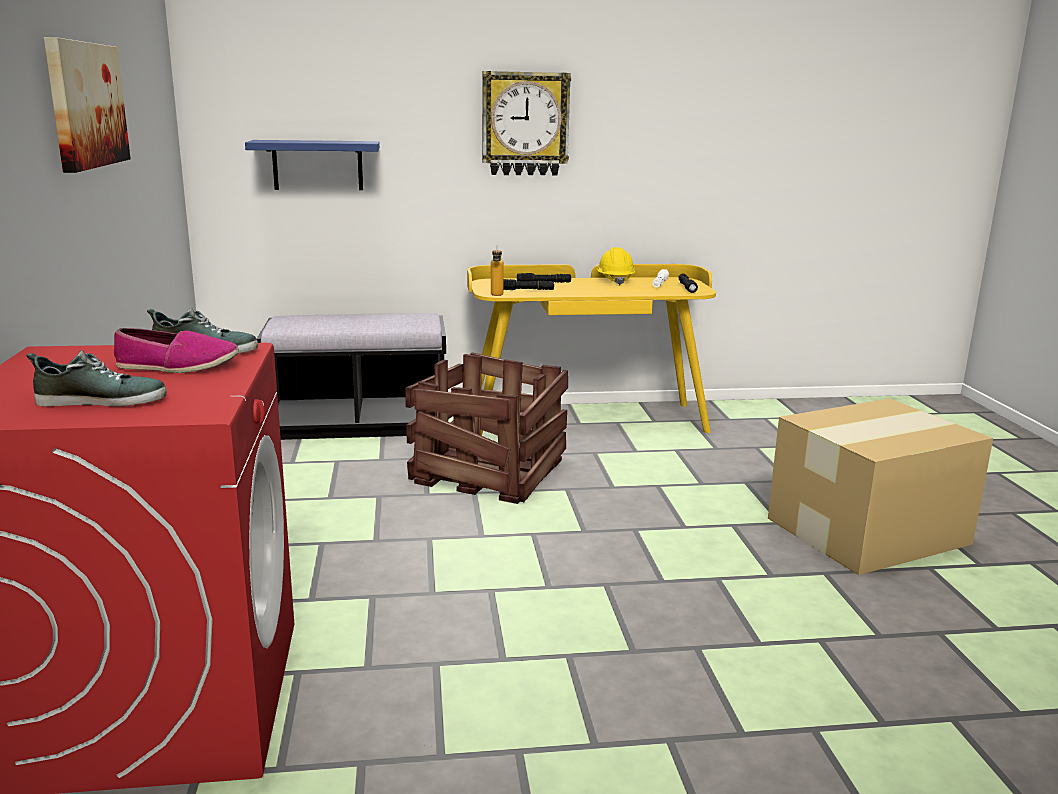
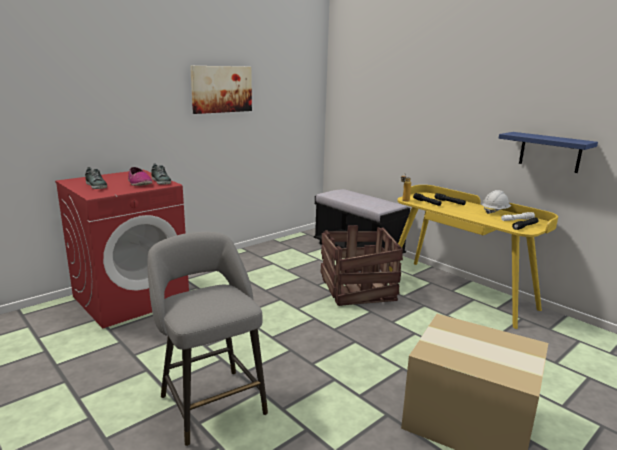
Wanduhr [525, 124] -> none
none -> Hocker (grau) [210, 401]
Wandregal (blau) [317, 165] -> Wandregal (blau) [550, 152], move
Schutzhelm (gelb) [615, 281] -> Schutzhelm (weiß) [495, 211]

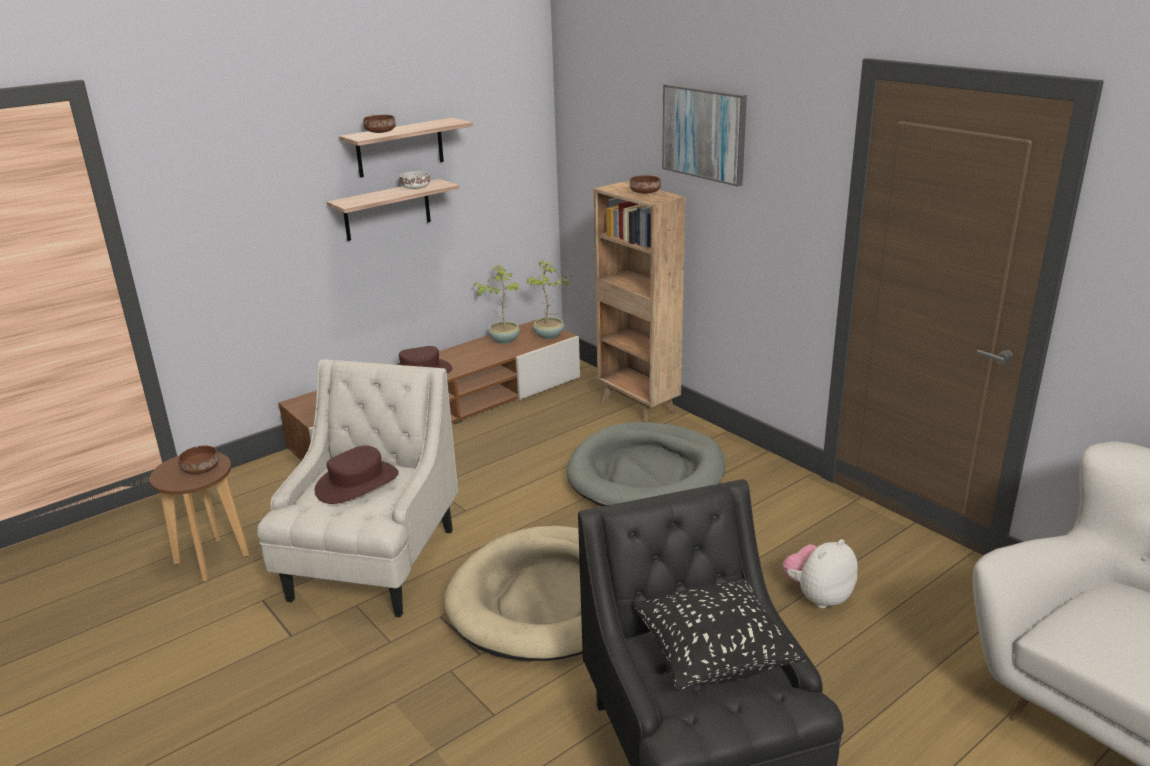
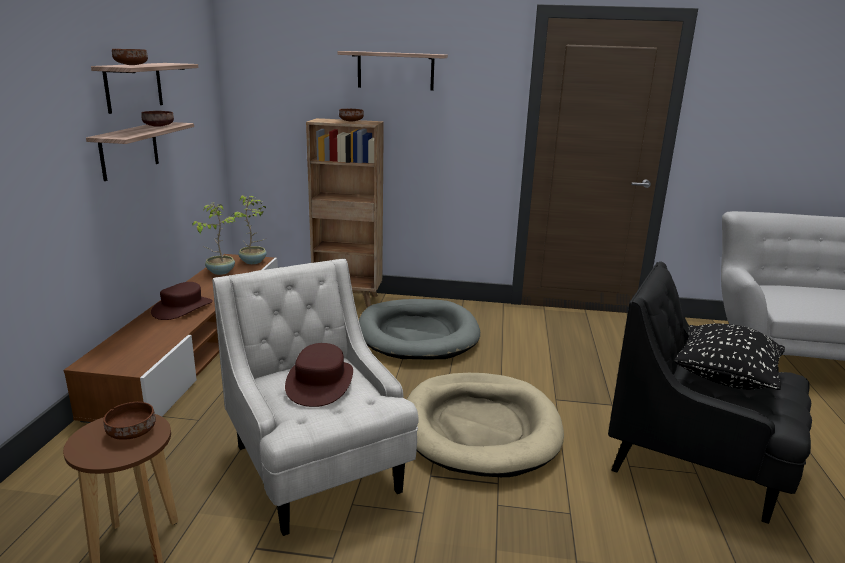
Plüschtier [818, 596] -> none
Bild [704, 133] -> Wandregal [395, 71]
Schüssel (weiß) [416, 188] -> Schüssel (braun) [158, 126]

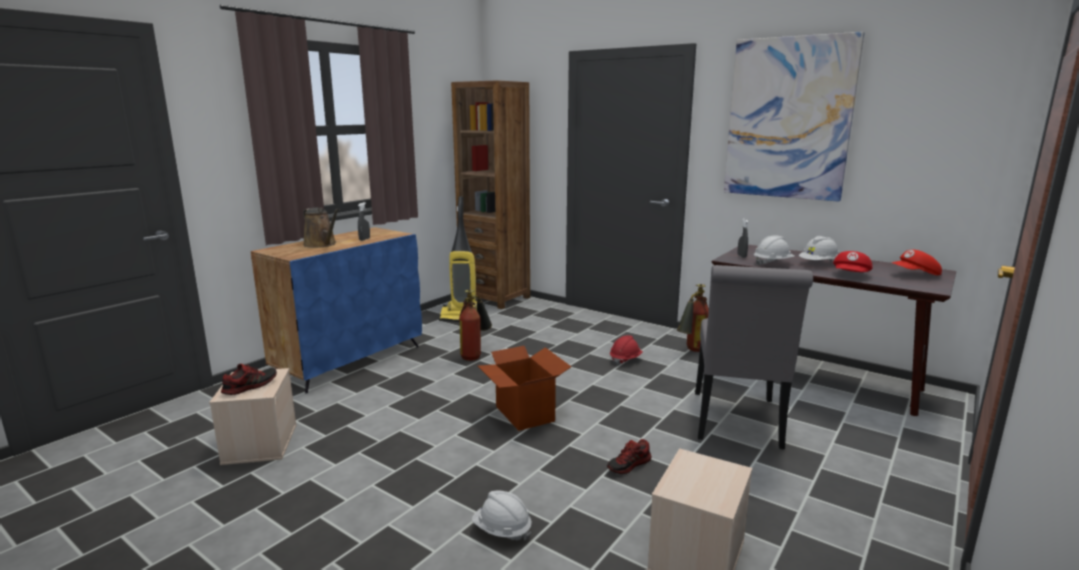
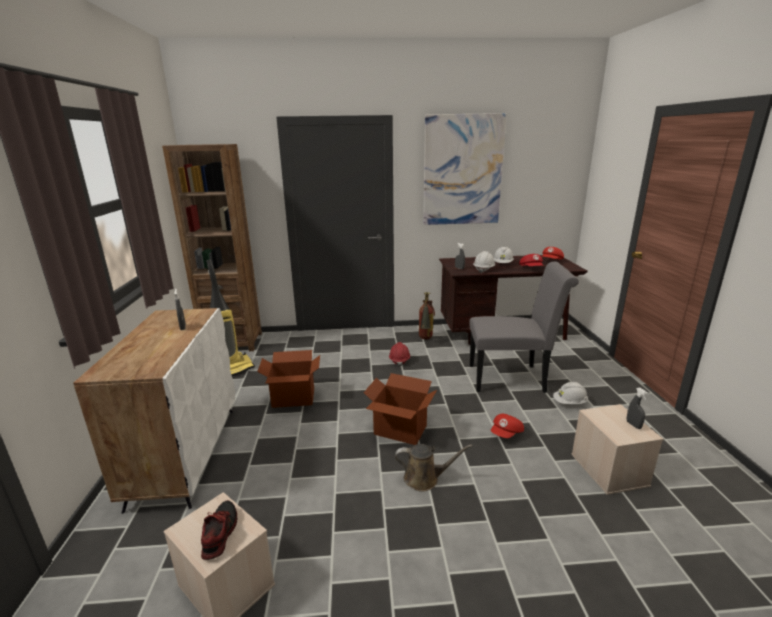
none -> Sprühflasche (grau) [633, 425]
Gießkanne (braun) [321, 244] -> Gießkanne (braun) [425, 478], move
Schutzhelm (weiß) [502, 530] -> Schutzhelm (weiß) [569, 403], move
Feuerlöscher [475, 354] -> Karton [293, 398]
Schuh [629, 465] -> Kappe (rot) [506, 434]
Schrank (blau) [350, 360] -> Schrank (weiß) [185, 454]
Stuhl (grau) [736, 423] -> Stuhl (grau) [512, 378], 60 degrees counterclockwise

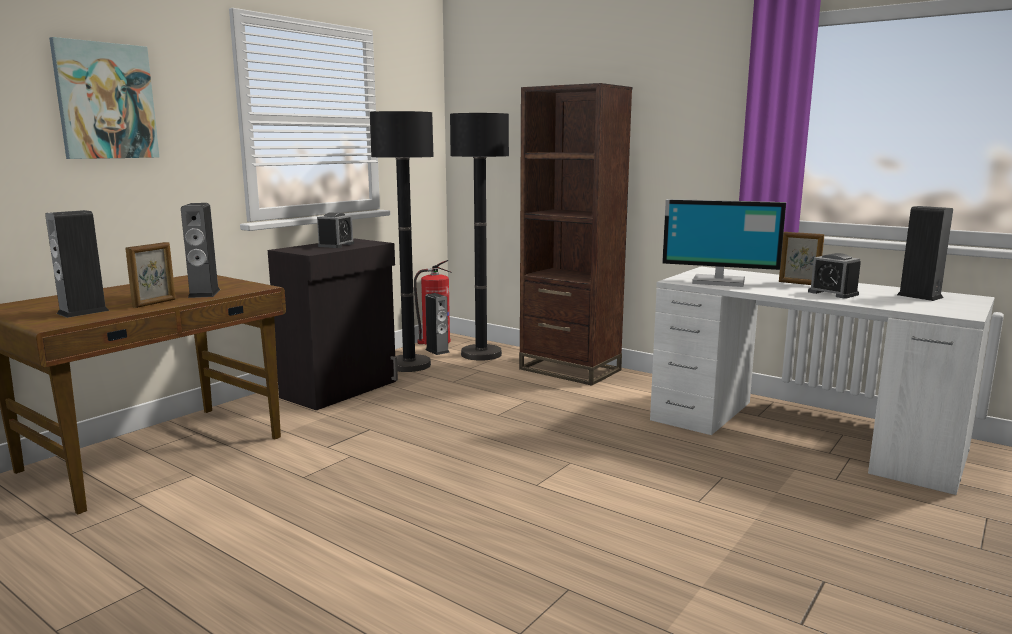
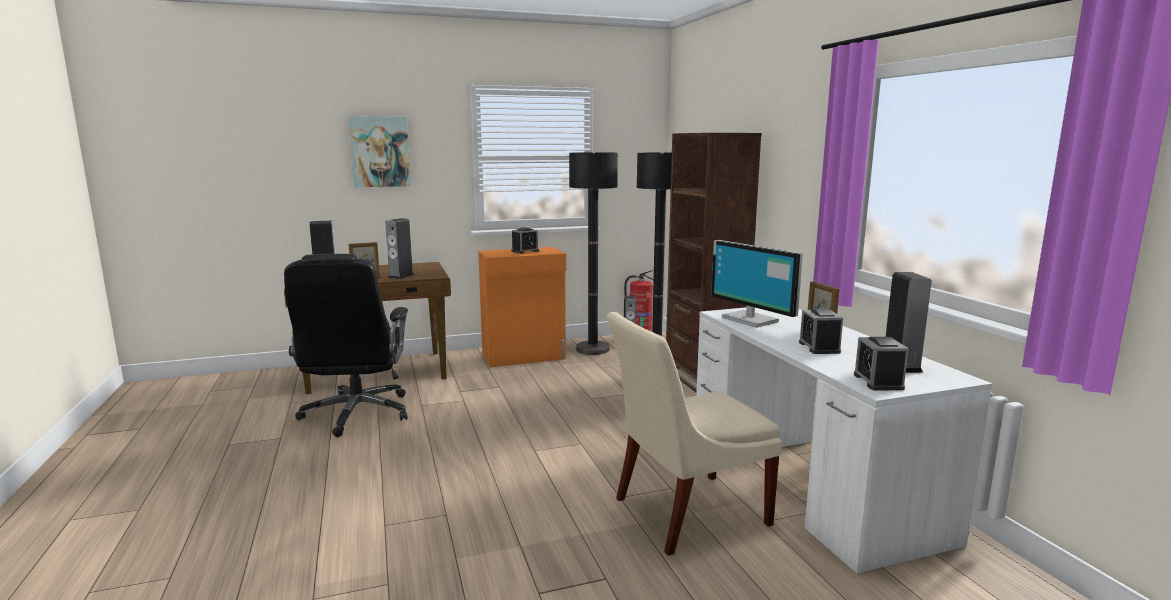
none -> Bürostuhl (schwarz) [356, 414]
none -> Stuhl (beige) [684, 512]
none -> Wecker [878, 381]
Schrank (schwarz) [341, 389] -> Schrank (orange) [524, 357]

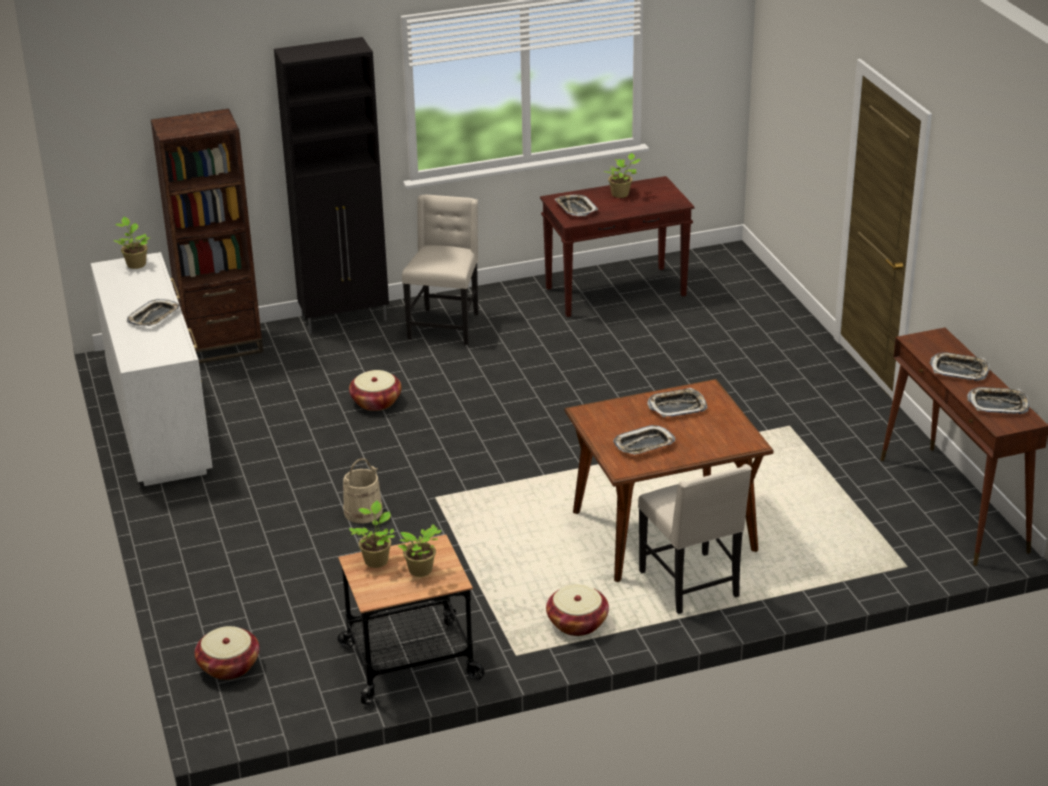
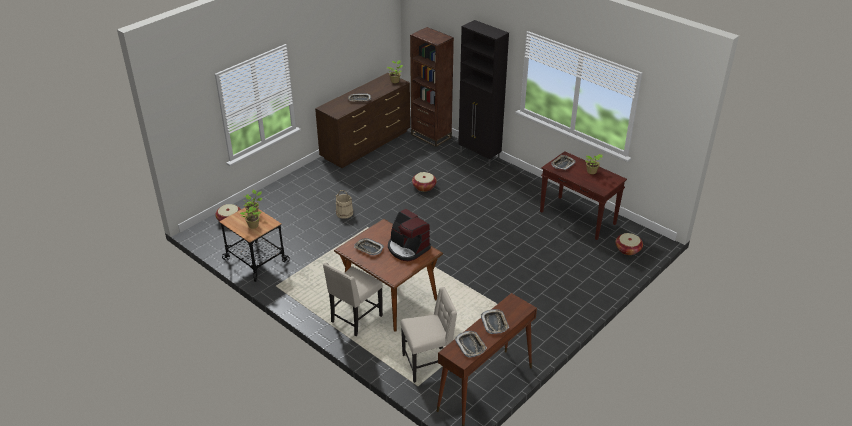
Stuhl (beige) [445, 326] -> Stuhl (beige) [428, 363], move
Korb [577, 623] -> Korb [628, 249], move
Tablett [677, 407] -> Kaffeemaschine [407, 248]
Kommode (weiß) [159, 423] -> Kommode (braun) [366, 144]

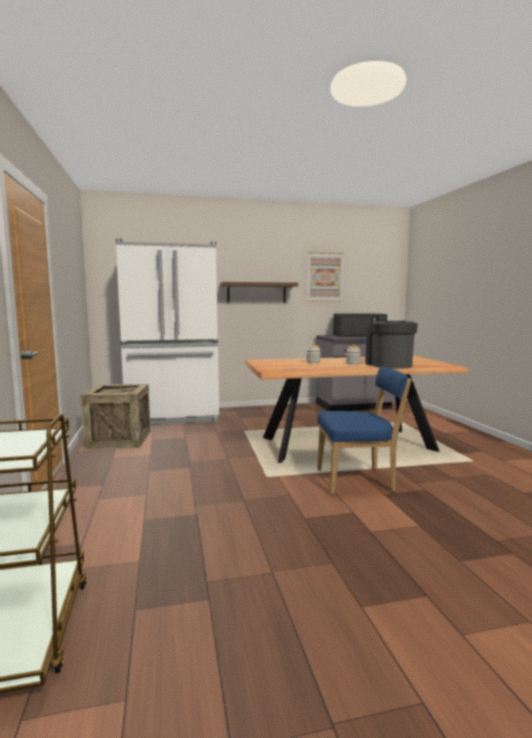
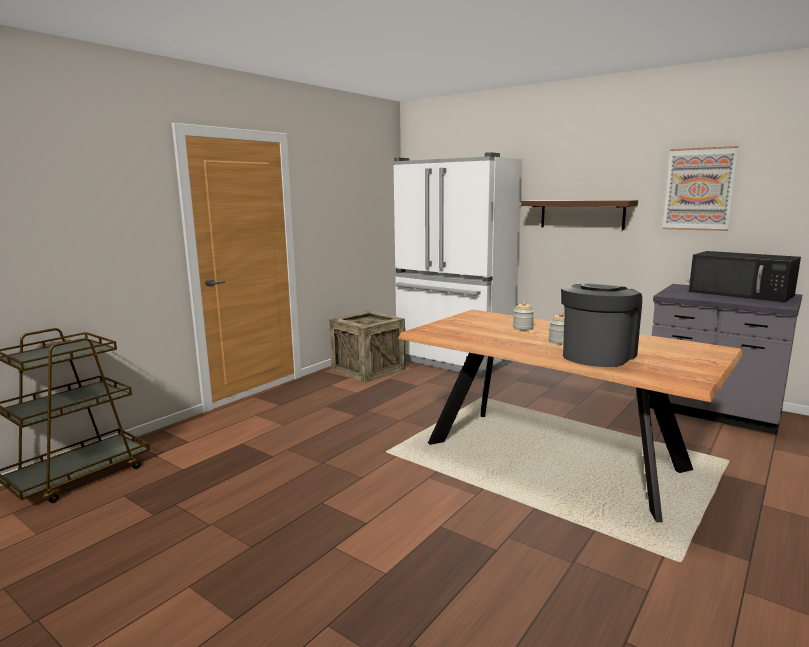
Stuhl (blau) [359, 480] -> none

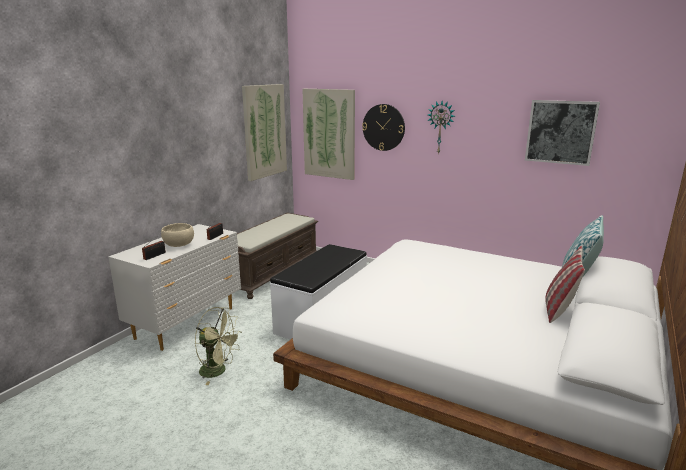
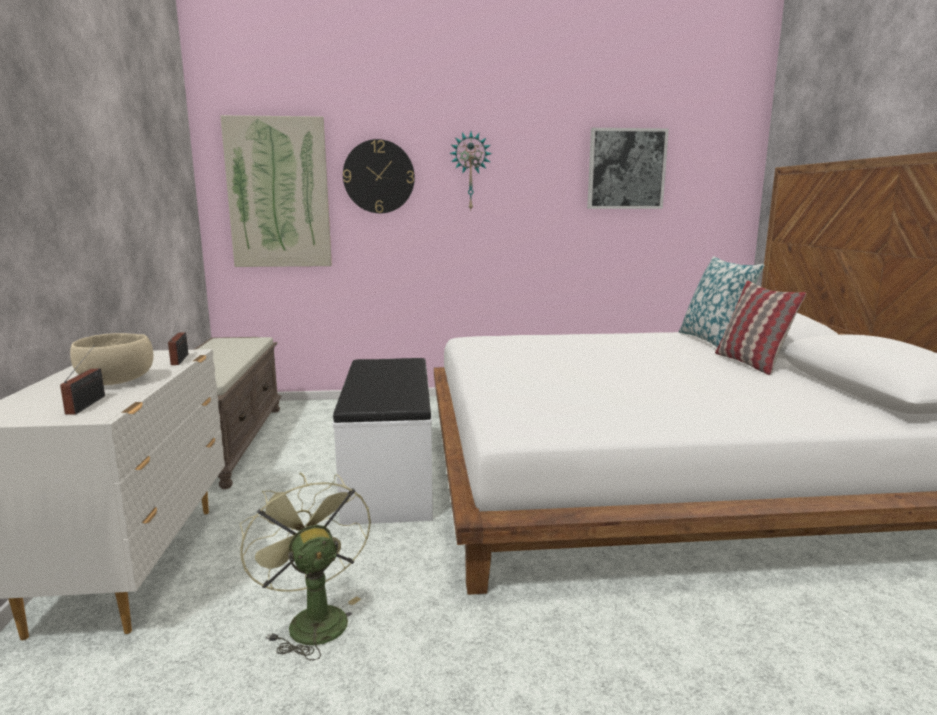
Bild [264, 131] -> none
Ventilator (grün) [218, 371] -> Ventilator (grün) [312, 619], 105 degrees counterclockwise

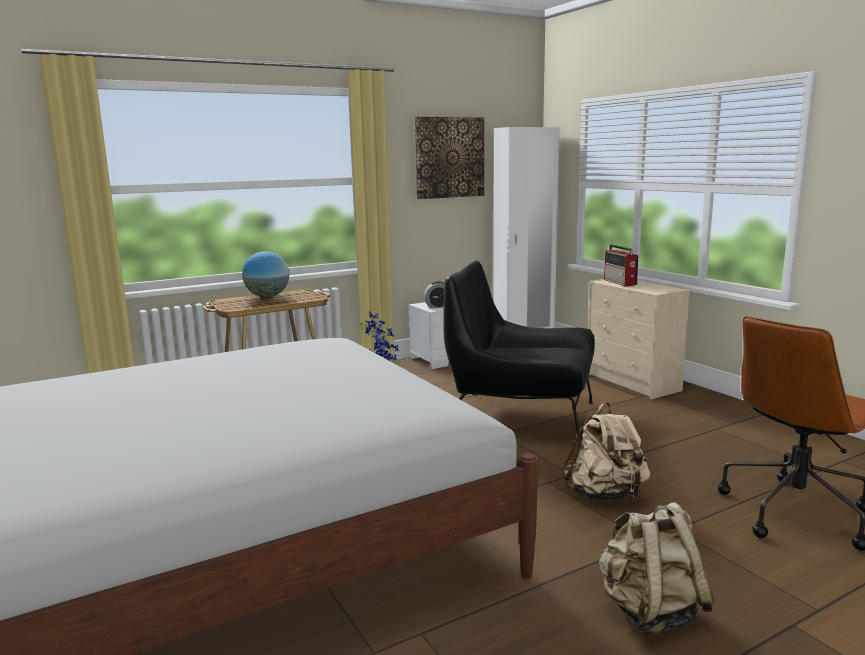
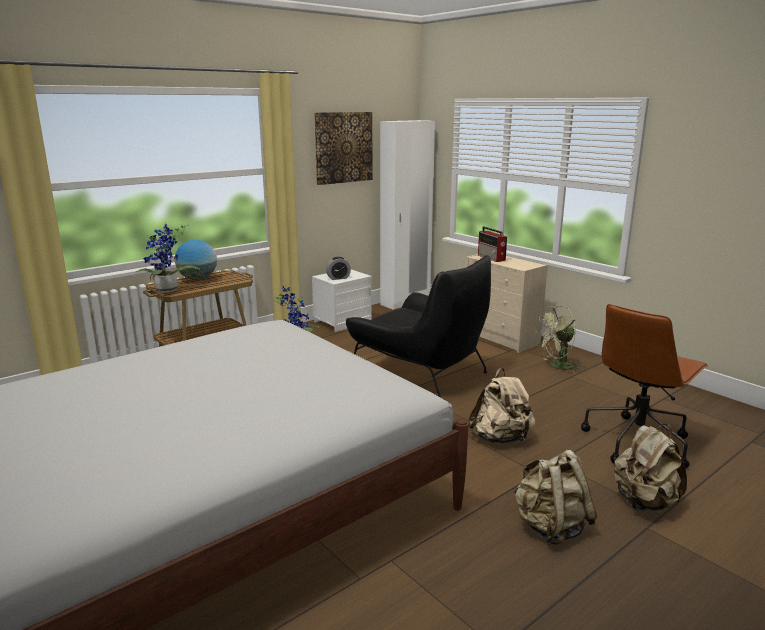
none -> Topfpflanze [167, 291]
none -> Ventilator (grün) [557, 366]
none -> Rucksack (beige) [644, 502]
Sessel (schwarz) [520, 416] -> Sessel (schwarz) [419, 373], 150 degrees counterclockwise

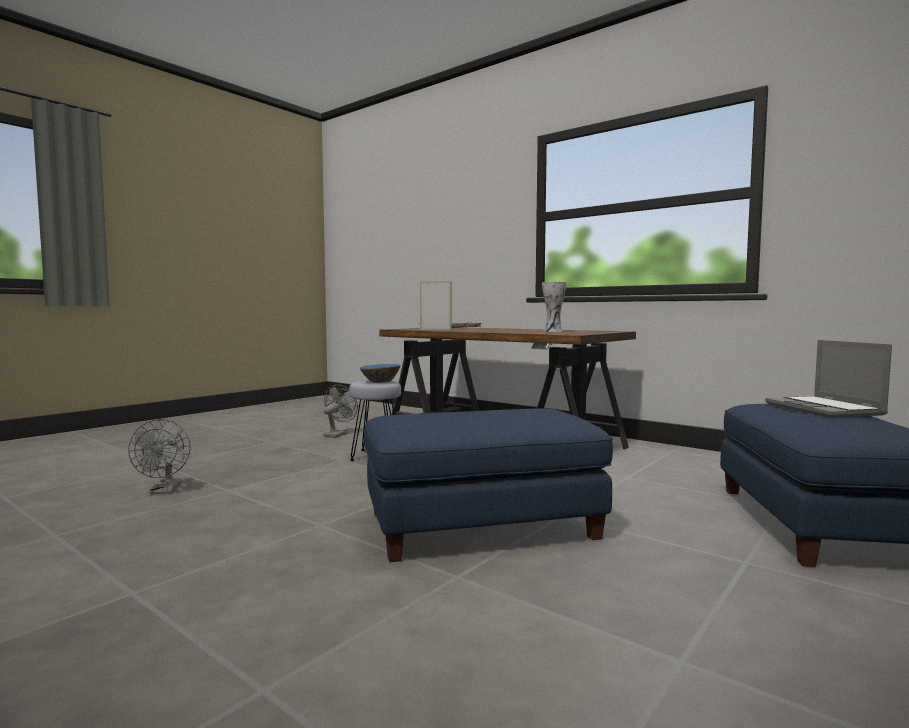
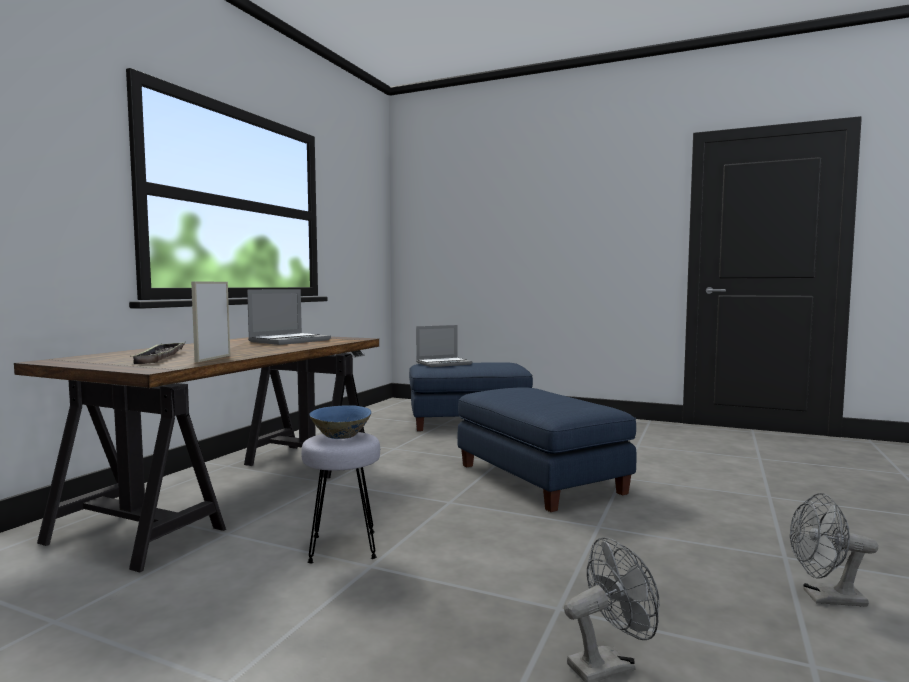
Ventilator (grau) [338, 434] -> Ventilator (grau) [825, 598], move
Vase [554, 331] -> Laptop [290, 341]

